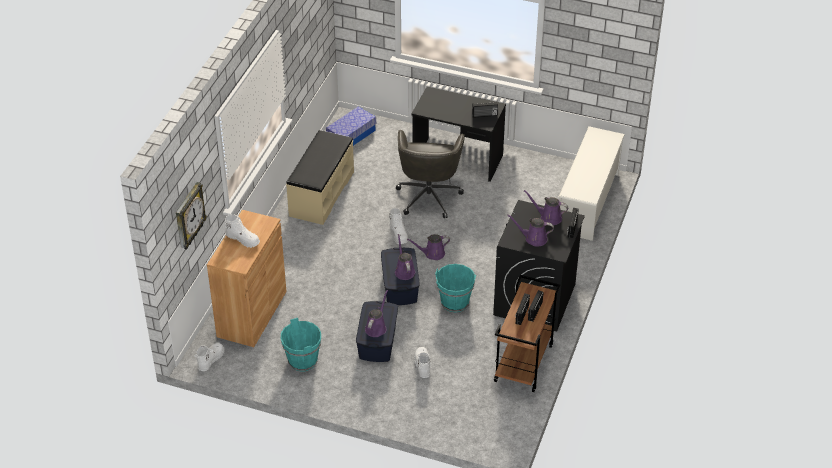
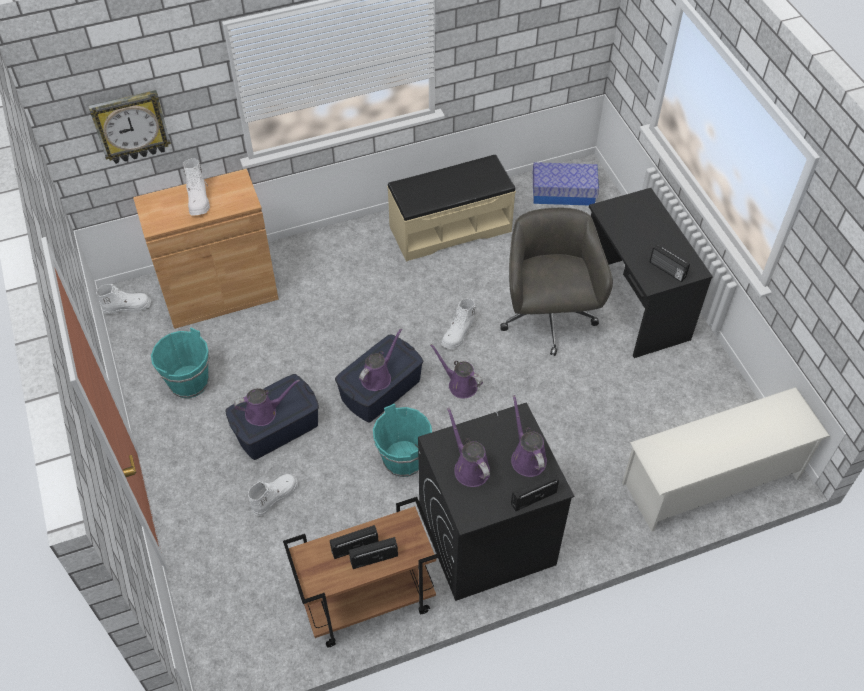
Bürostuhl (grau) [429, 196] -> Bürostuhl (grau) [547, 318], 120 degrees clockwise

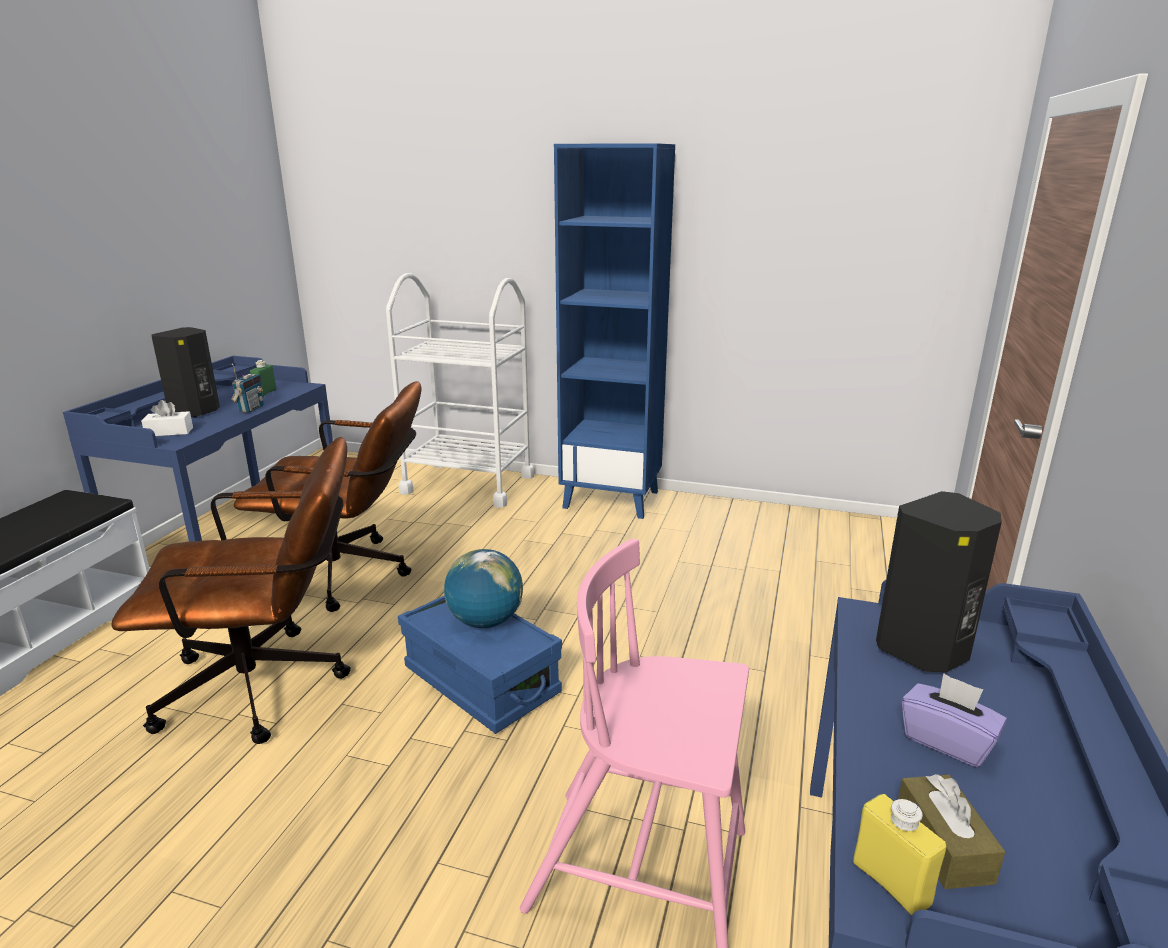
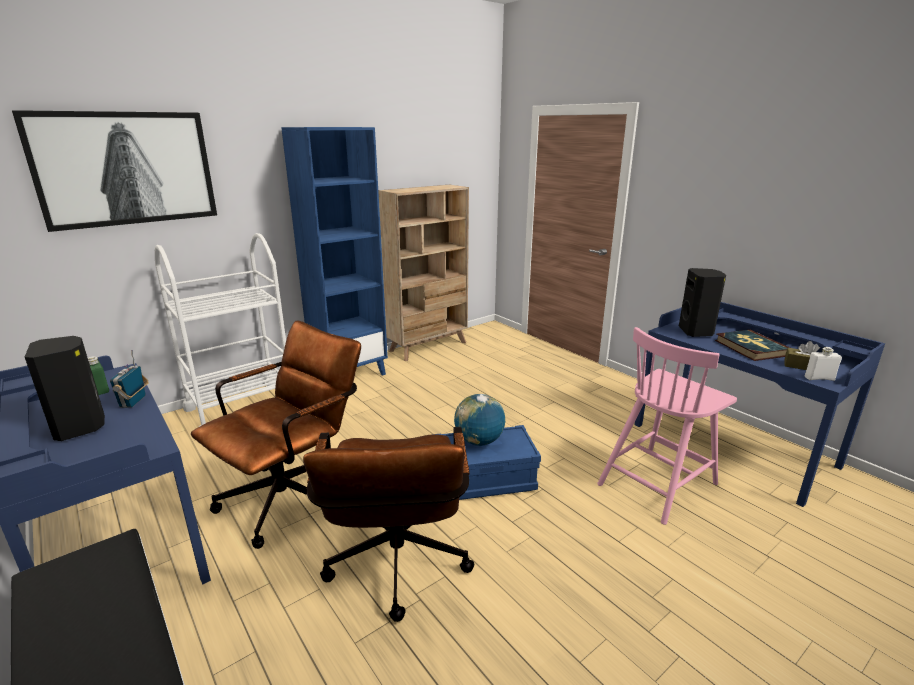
Taschentuchbox (weiß) [169, 432] -> none
none -> Bild [126, 169]
none -> Bücherregal (beige) [429, 346]
Taschentuchbox (lila) [947, 741] -> Buch [751, 348]
Flasche (gelb) [891, 883] -> Flasche (weiß) [819, 378]
Bürostuhl (braun) [270, 686] -> Bürostuhl (braun) [397, 569], 150 degrees clockwise
Radio [251, 409] -> Radio [133, 401], 135 degrees counterclockwise

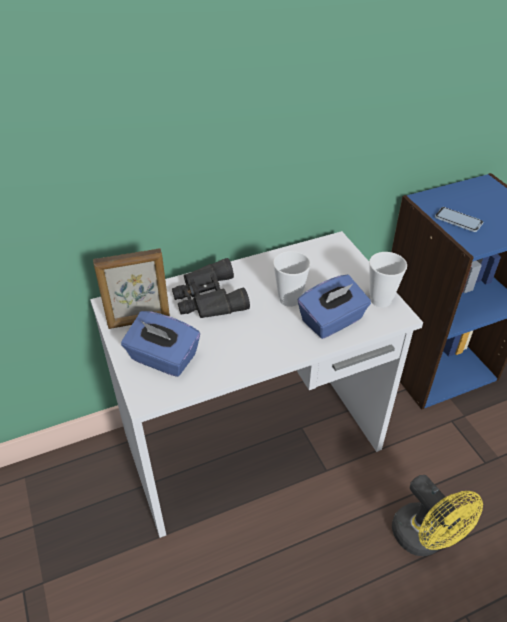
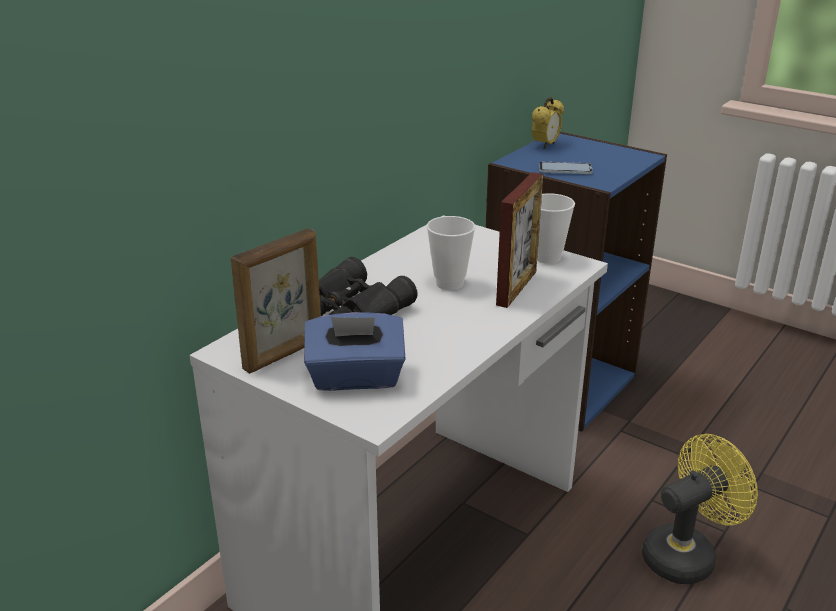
none -> Wecker [545, 145]
Taschentuchbox (blau) [332, 321] -> Bilderrahmen [516, 288]
Ventilator (gelb) [424, 539] -> Ventilator (gelb) [686, 554], 60 degrees counterclockwise

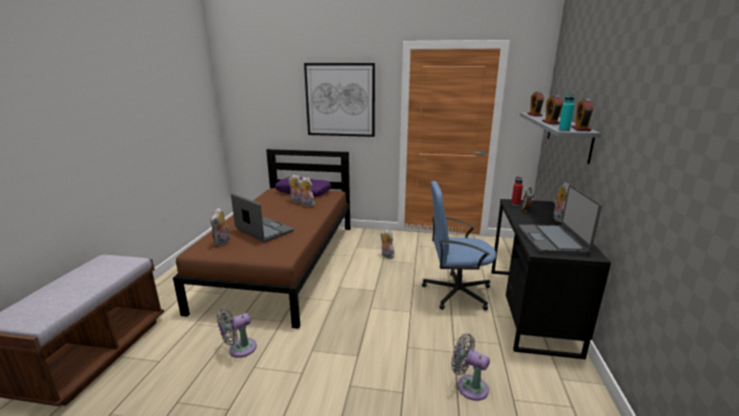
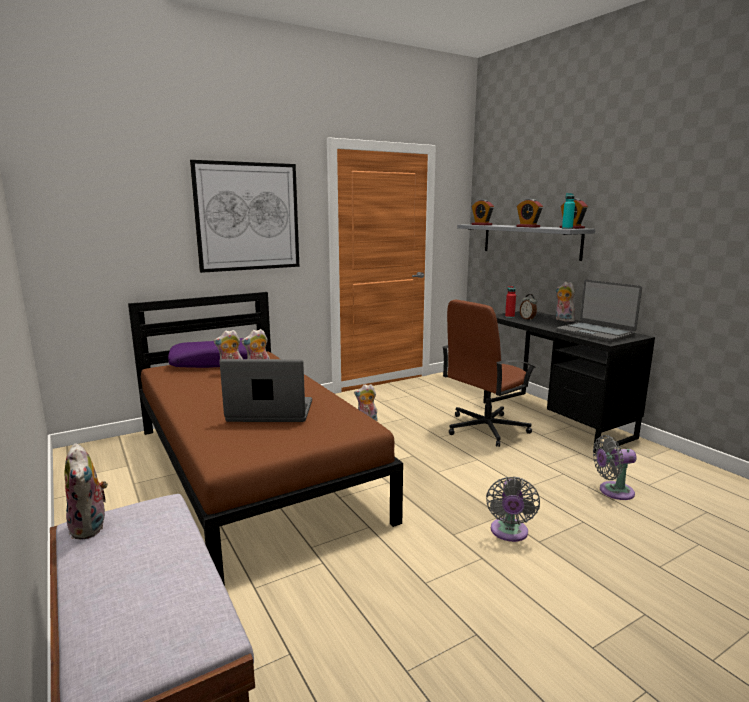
Plüschtier [222, 242] -> Plüschtier [91, 527], move
Ventilator (grau) [239, 349] -> Ventilator (grau) [509, 533], move
Bürostuhl (blau) [456, 292] -> Bürostuhl (braun) [485, 428]

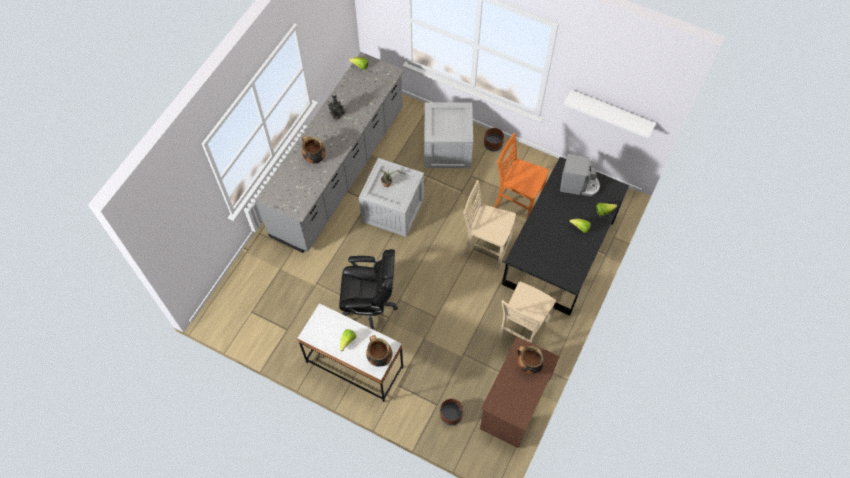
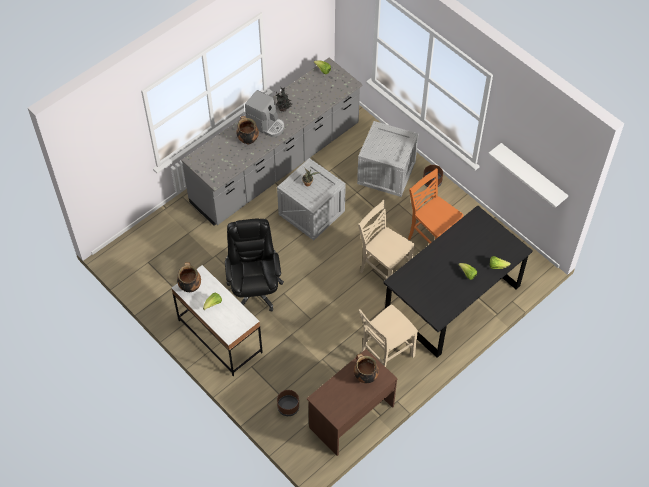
Kochtopf [379, 357] -> Kochtopf [190, 286], move
Kaffeemaschine [579, 185] -> Kaffeemaschine [266, 125], move
Bürostuhl (schwarz) [369, 305] -> Bürostuhl (schwarz) [254, 289], 120 degrees counterclockwise

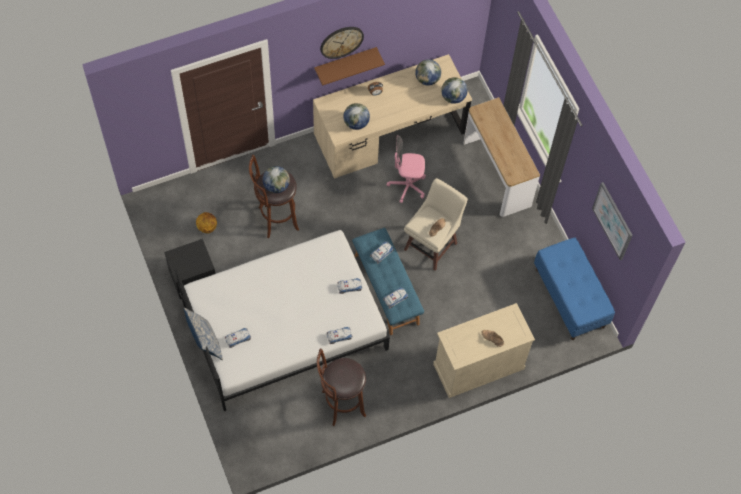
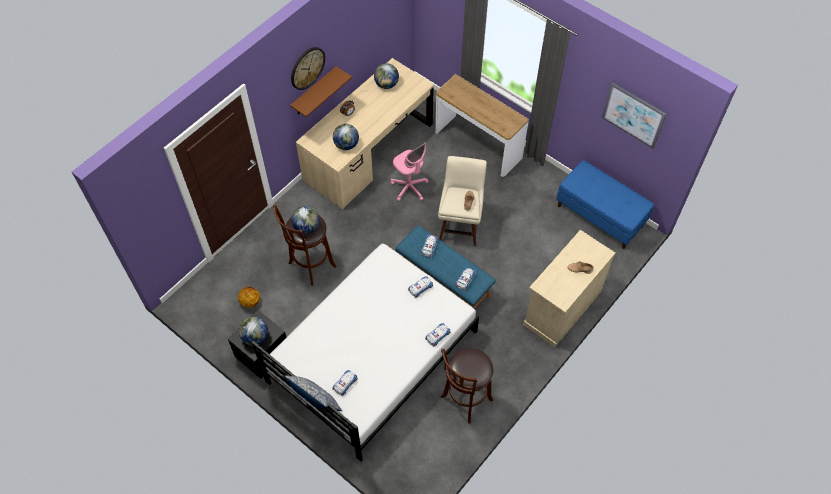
Globus [453, 97] -> Globus [255, 337], move
Bürostuhl (rosa) [407, 186] -> Bürostuhl (rosa) [409, 187], 105 degrees counterclockwise

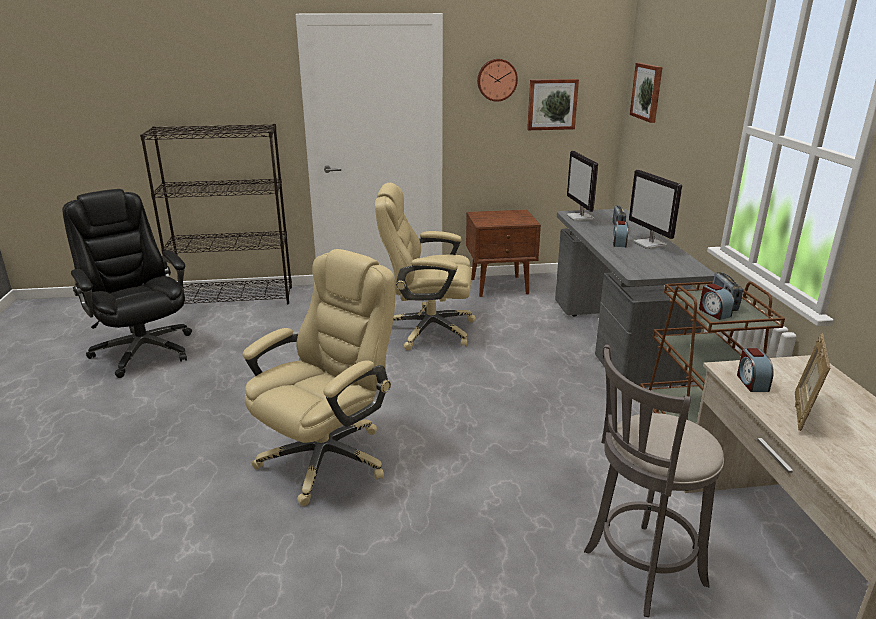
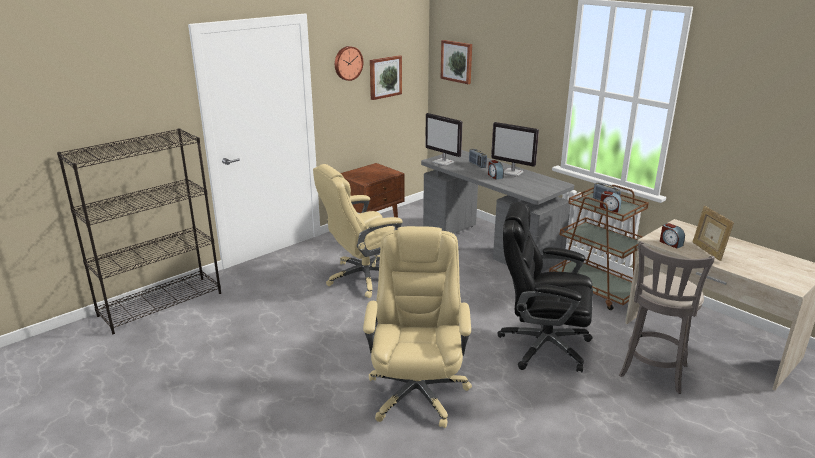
Bürostuhl (schwarz) [143, 350] -> Bürostuhl (schwarz) [542, 346], move

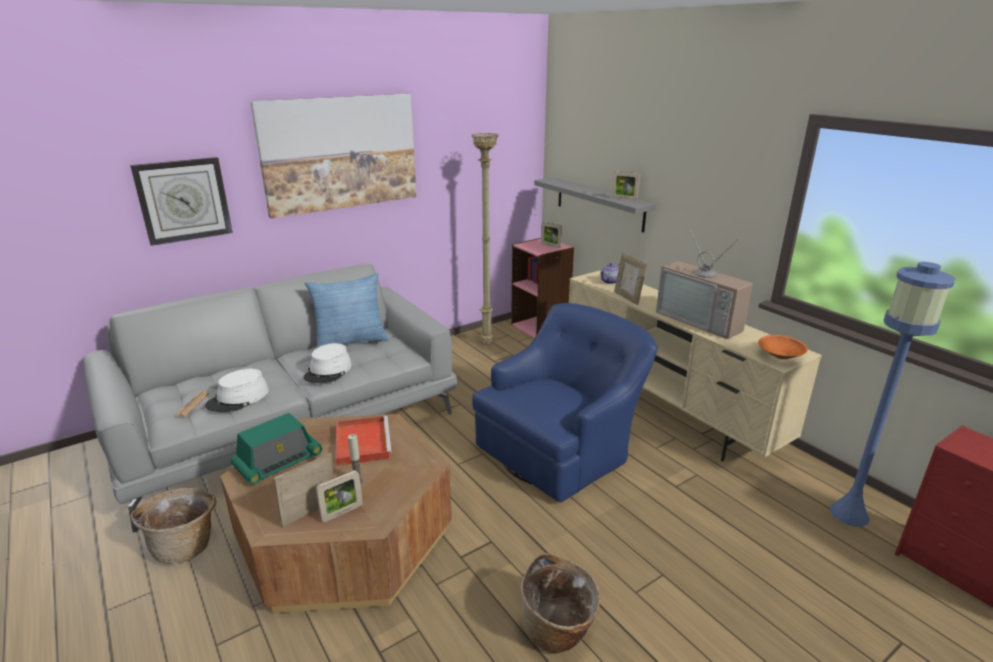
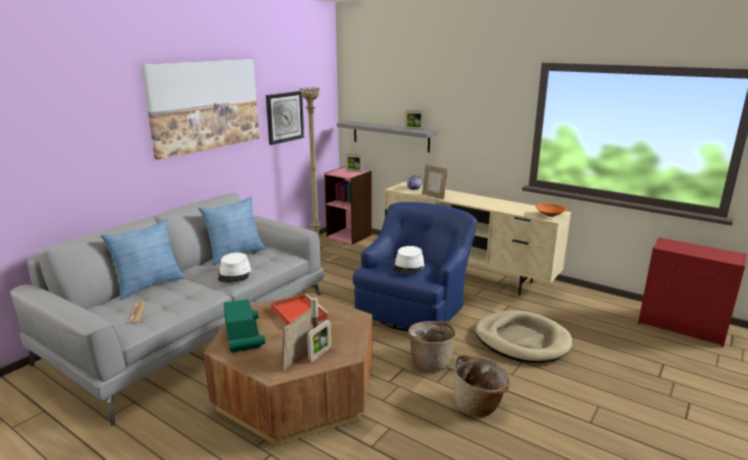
Fernseher [702, 320] -> none
Stehlampe (blau) [849, 514] -> none
none -> Kissen [148, 285]
none -> Hundebett (beige) [522, 340]
Wanduhr [183, 200] -> Wanduhr [284, 117], move
Korb [186, 545] -> Korb [431, 361], move
Hut (weiß) [238, 398] -> Hut (weiß) [408, 266], move
Radio [278, 462] -> Radio [243, 336], 45 degrees counterclockwise

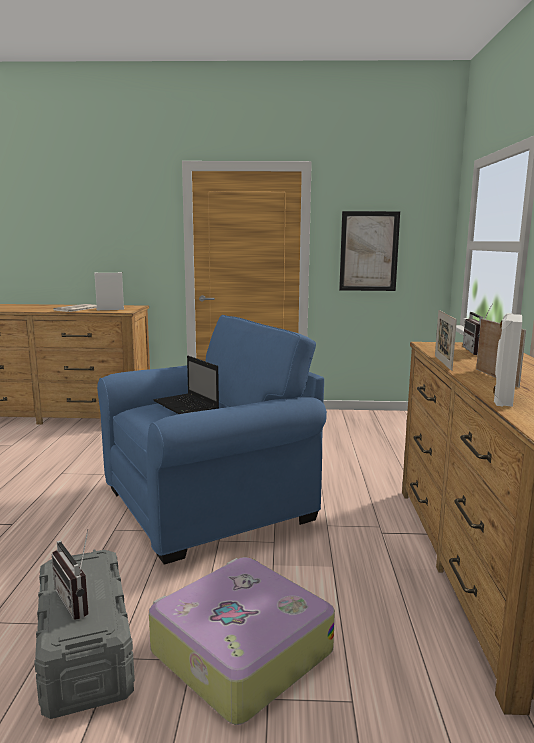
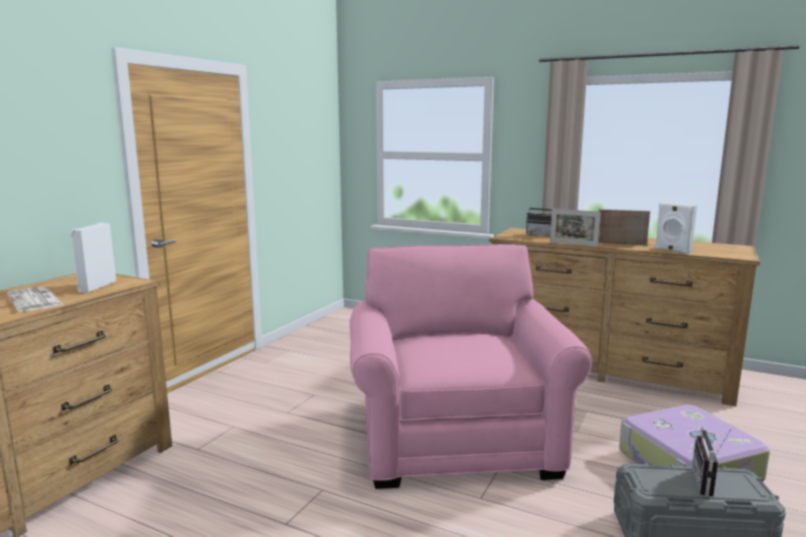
Laptop [187, 406] -> none
Bild [369, 251] -> none
Sessel (blau) [207, 504] -> Sessel (rosa) [455, 439]
Radio [79, 601] -> Radio [709, 484], 120 degrees clockwise

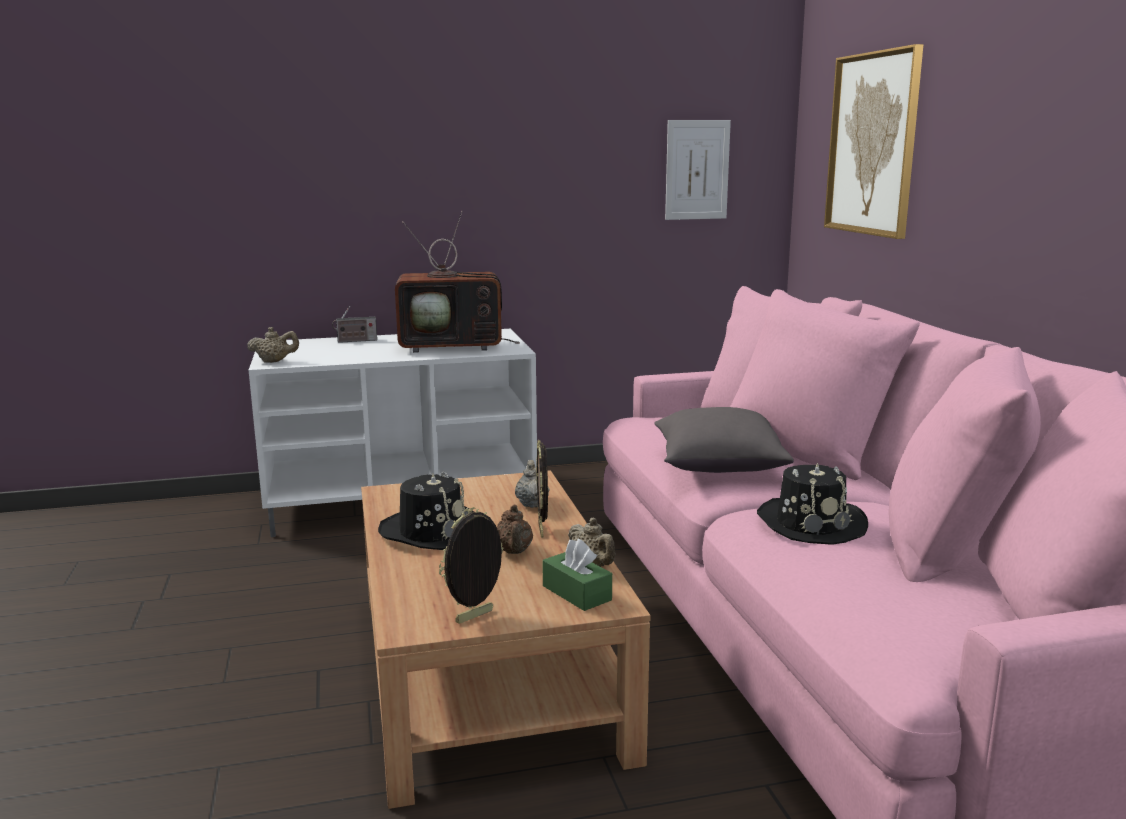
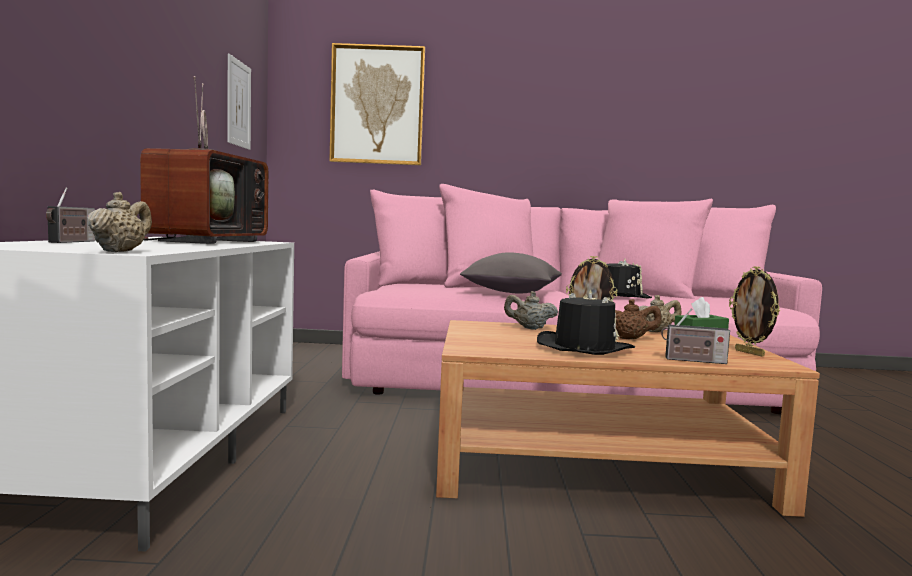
none -> Radio [692, 360]

